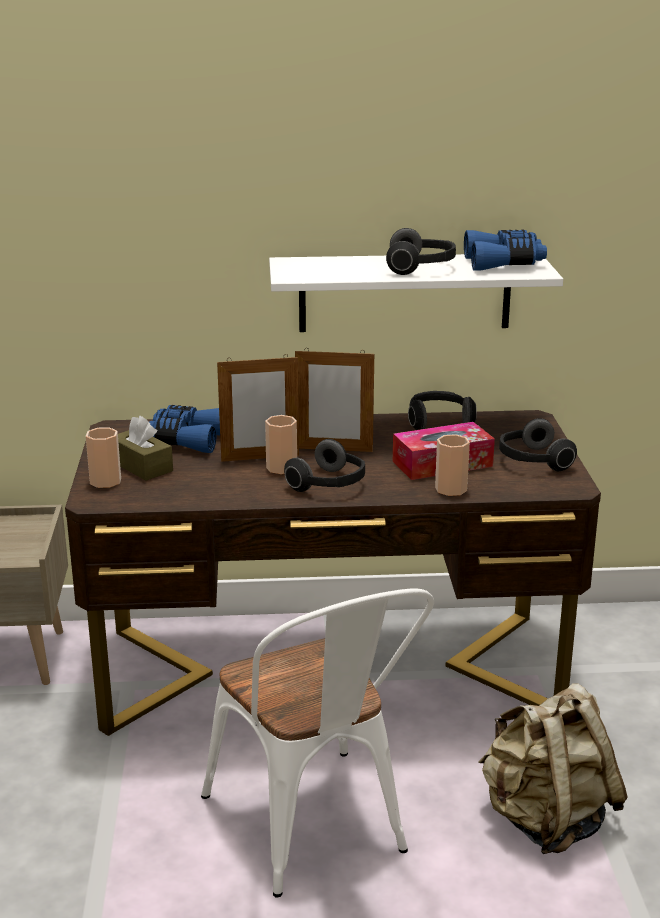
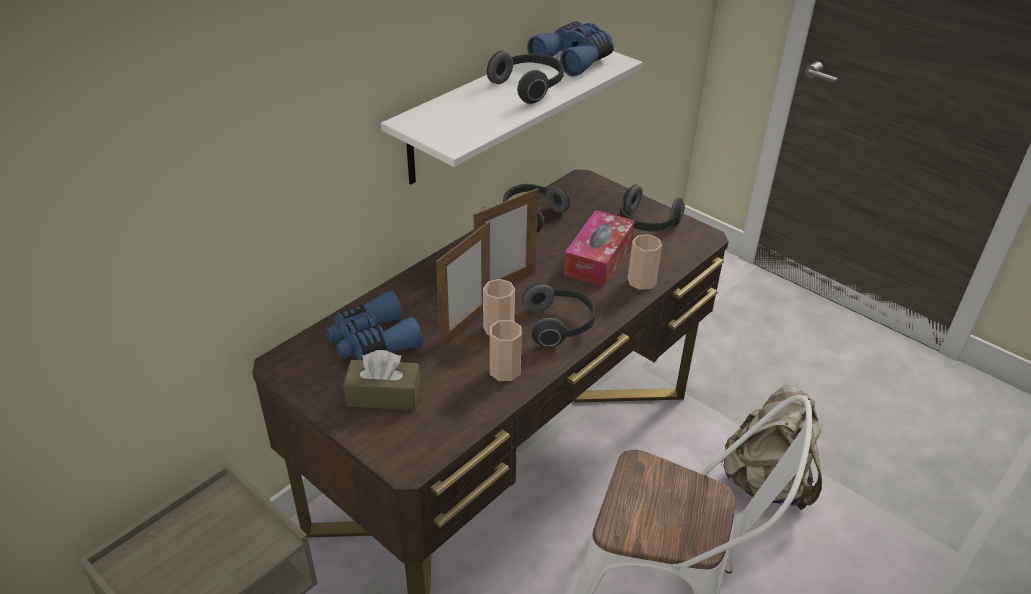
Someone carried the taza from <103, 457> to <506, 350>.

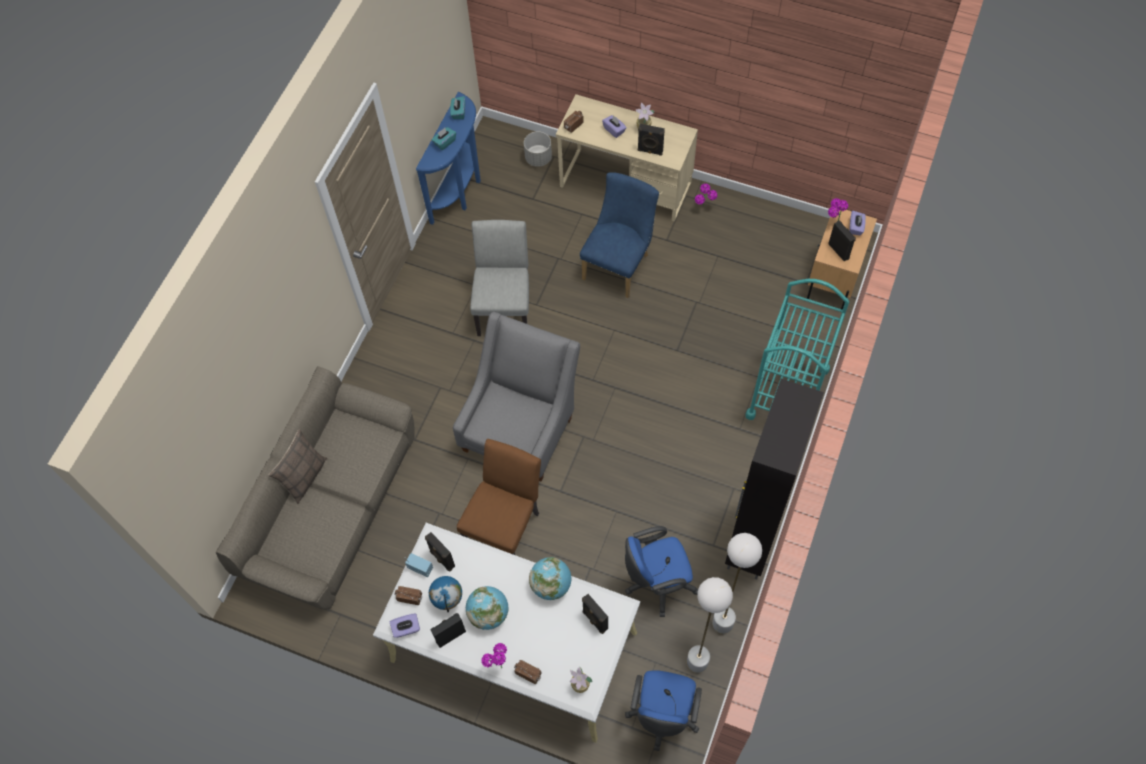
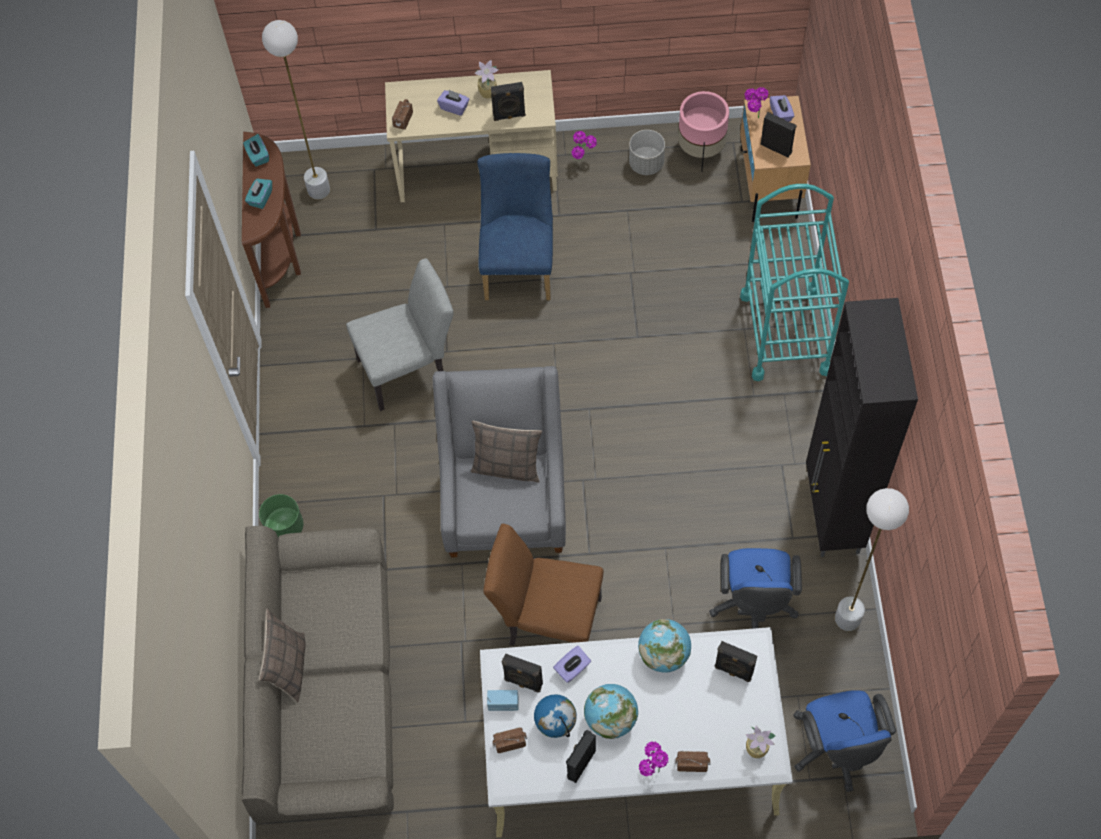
Someone repainted the mesa consola (azul) at <448, 158>, which became the mesa consola (marrón) at <271, 220>.
Someone put down the maceta (verde) at <281, 516>.
Someone carried the lámpara de pie (blanco) from <710, 625> to <296, 110>.
Someone rotated the silla (gris) at <499, 278> by 90 degrees clockwise.
Someone put down the cojín at <506, 451>.
Someone rotated the silla (marrón) at <499, 497> by 75 degrees counterclockwise.
Someone carried the caja de pañuelos (morado) from <405, 625> to <572, 664>.
Someone carried the maceta (gris) from <538, 149> to <647, 152>.
Someone put down the maceta (rosa) at <703, 131>.
Someone rotated the silla de oficina (azul) at <661, 571> by 45 degrees counterclockwise.

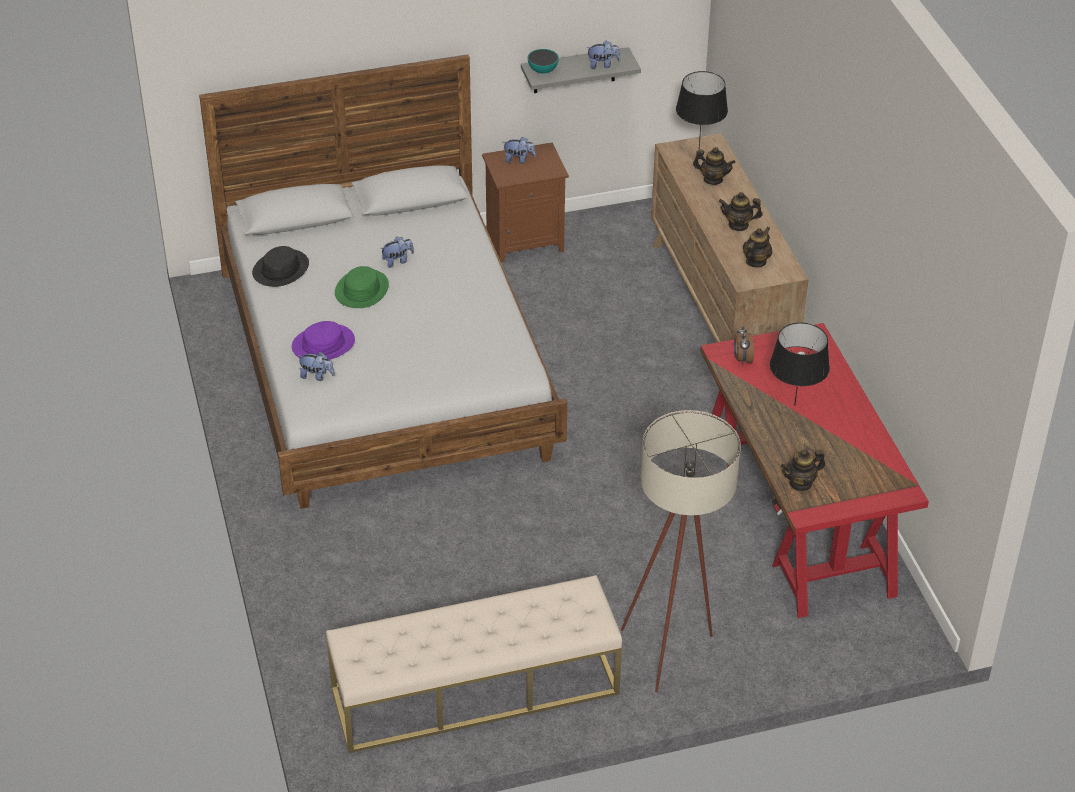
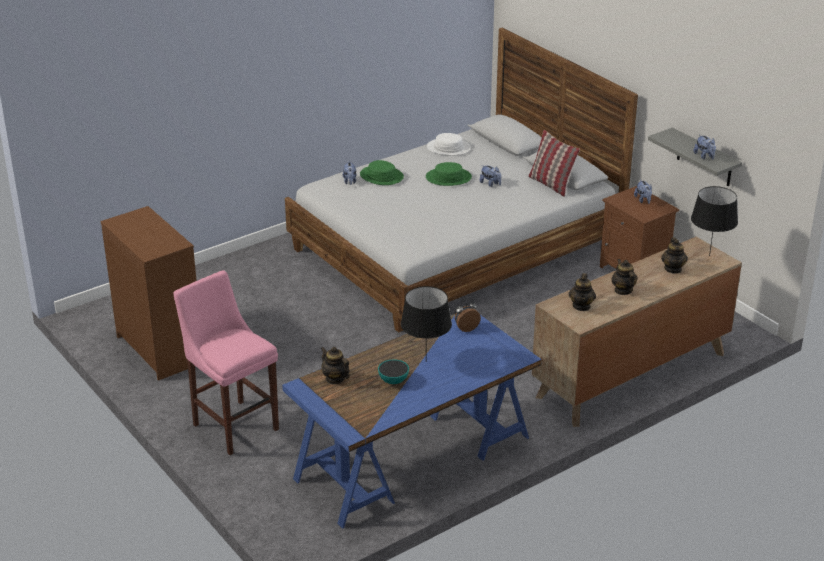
Someone swapped the banco (beis) at <474, 664> for the cómoda (marrón) at <148, 293>.
Someone swapped the lámpara de pie (beis) at <681, 551> for the taburete (rosa) at <226, 362>.
Someone repainted the escritorio (rojo) at <814, 470>, which became the escritorio (azul) at <412, 421>.
Someone repainted the sombrero (morado) at <323, 340>, which became the sombrero (verde) at <382, 172>.
Someone carried the cuenco from <543, 61> to <393, 371>.
Someone repainted the sombrero (negro) at <280, 266>, which became the sombrero (blanco) at <449, 144>.
Someone put down the cojín at <554, 163>.
Someone rotated the tetera at <757, 247> by 90 degrees clockwise.

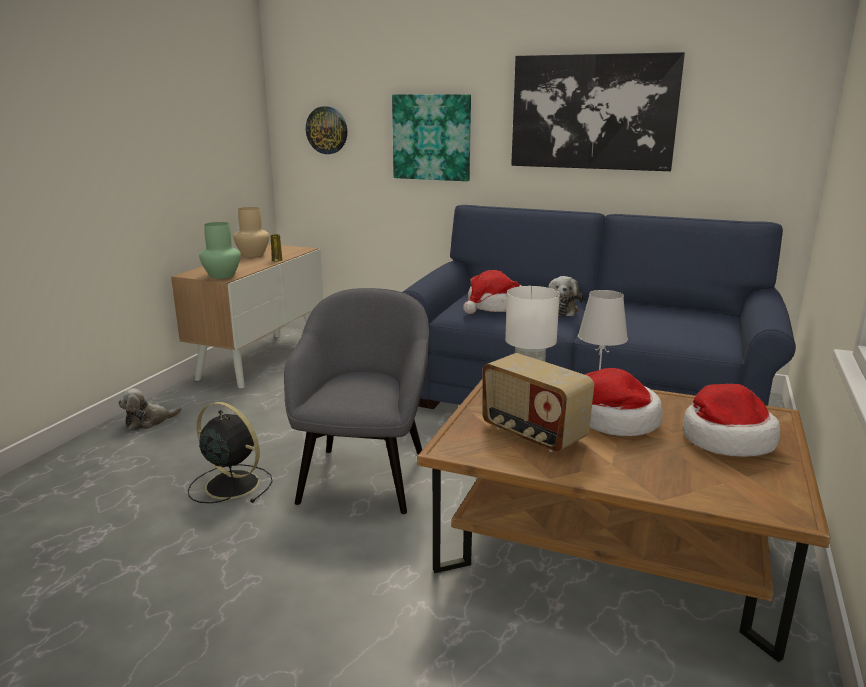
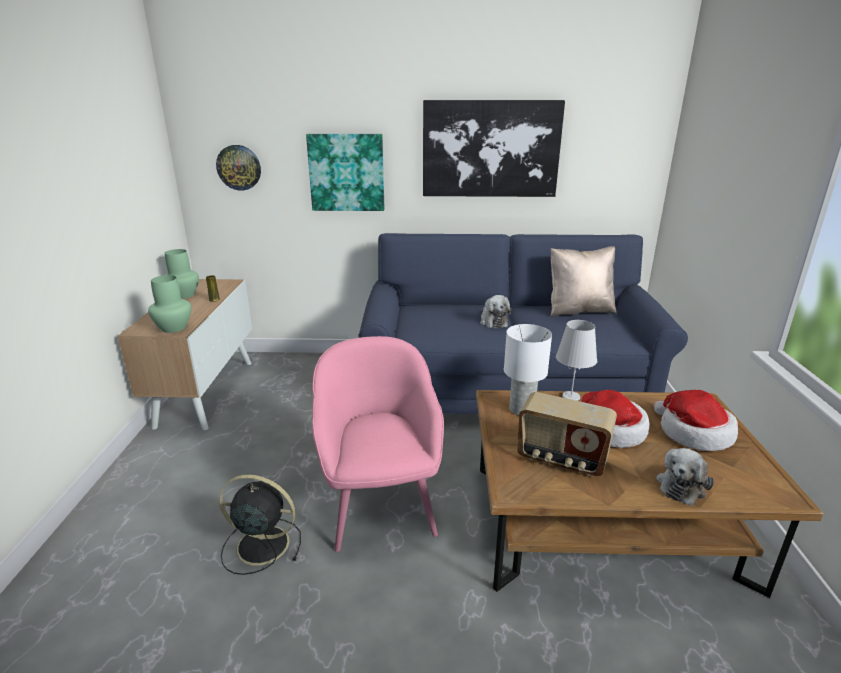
Someone repainted the florero (beis) at <251, 232>, which became the florero (verde) at <182, 274>.
Someone repainted the sillón (gris) at <356, 401>, which became the sillón (rosa) at <378, 444>.
Someone put down the cojín (beis) at <583, 281>.
Someone carried the peluche from <150, 409> to <685, 477>.
Someone took away the sombrero at <492, 292>.

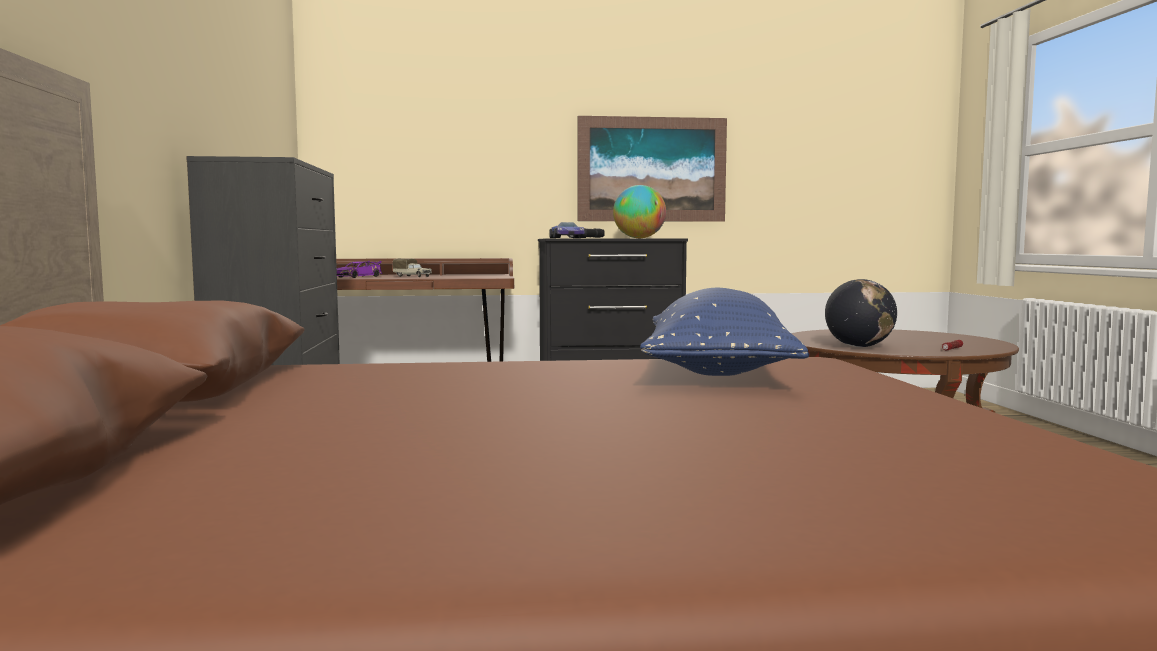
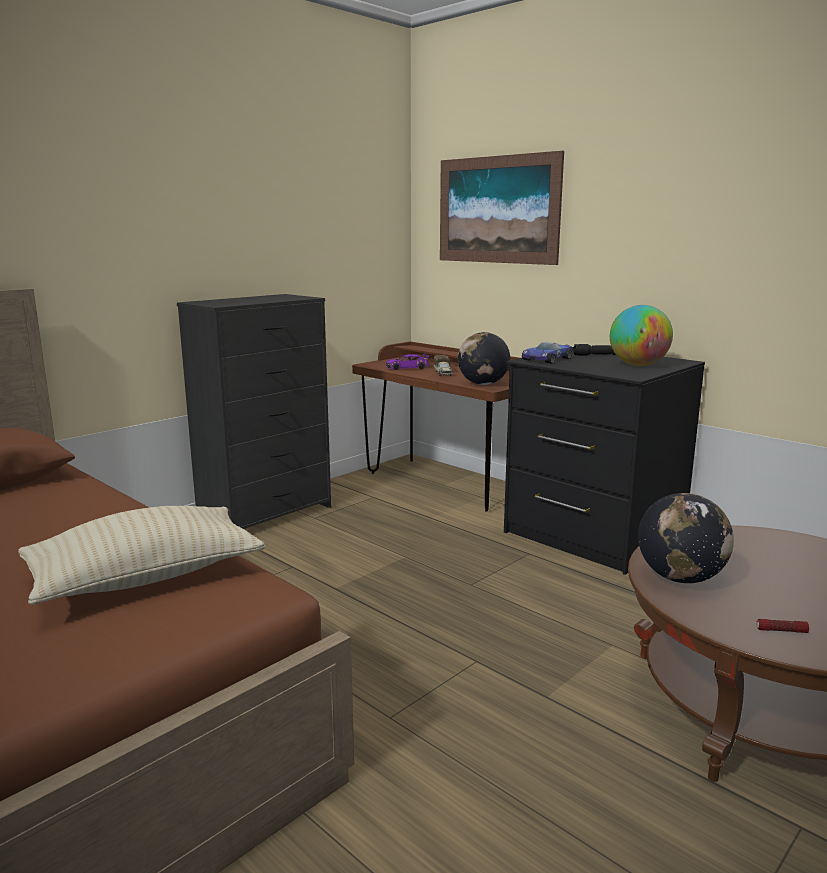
Someone repainted the cojín (azul) at <724, 332>, which became the cojín (beis) at <141, 555>.
Someone carried the cuadro from <652, 169> to <502, 208>.
Someone put down the globo terráqueo at <484, 358>.

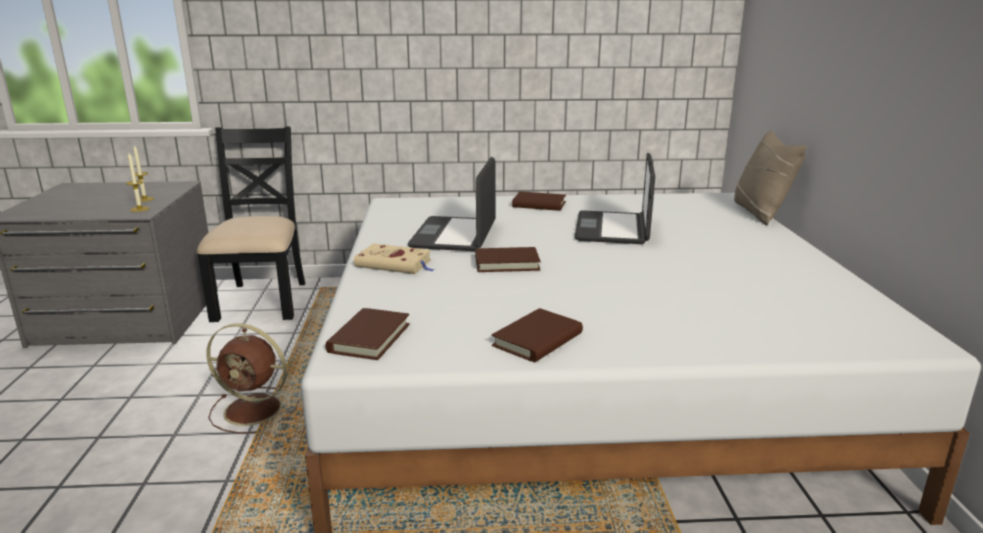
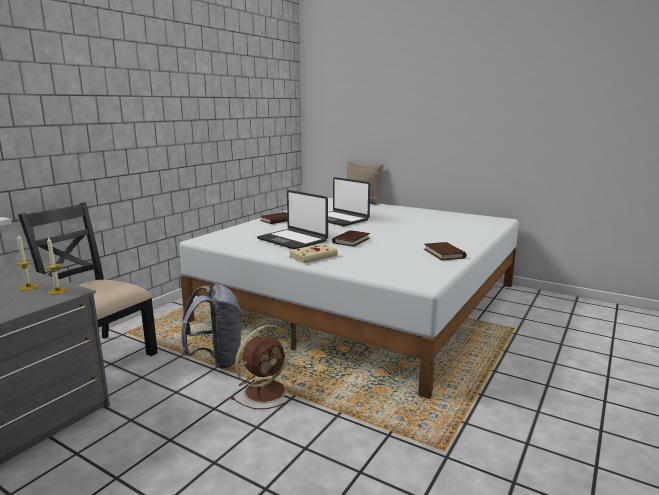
Someone put down the mochila (gris) at <211, 326>.
Someone took away the libro (marrón) at <367, 334>.

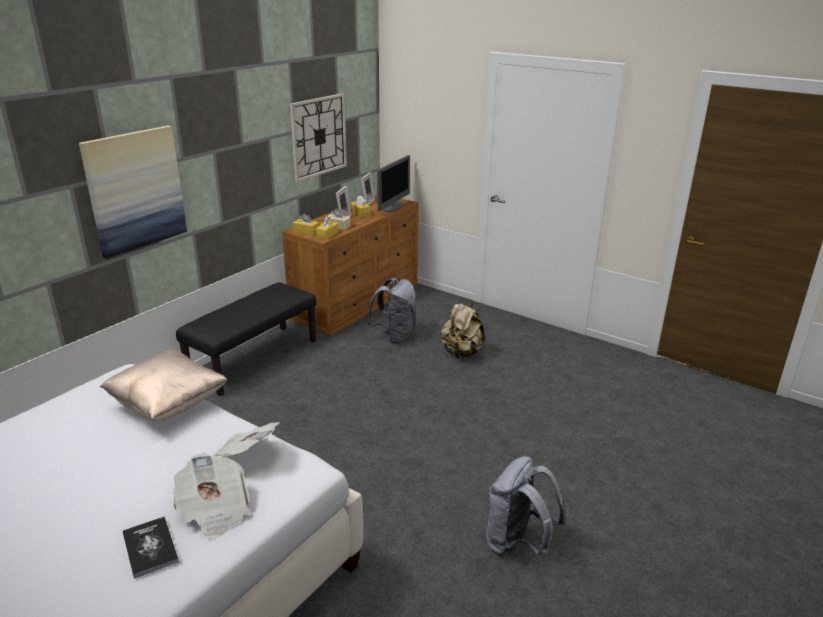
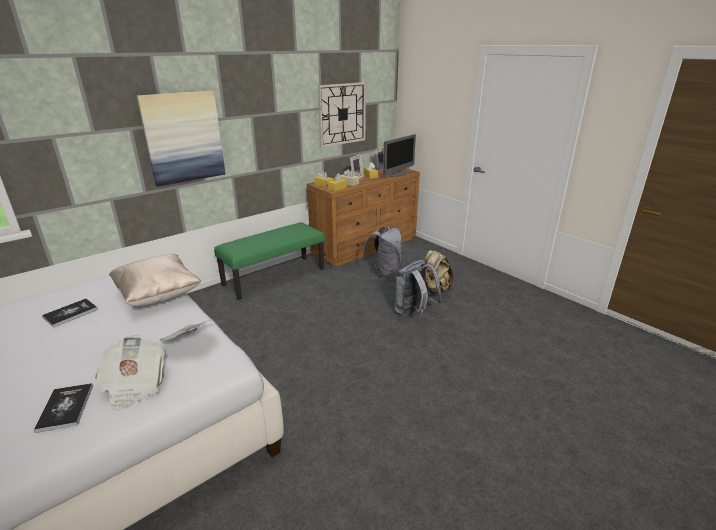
Someone put down the libro at <70, 313>.
Someone repainted the banco (negro) at <246, 339>, which became the banco (verde) at <269, 261>.
Someone carried the mochila (gris) from <525, 507> to <418, 288>.

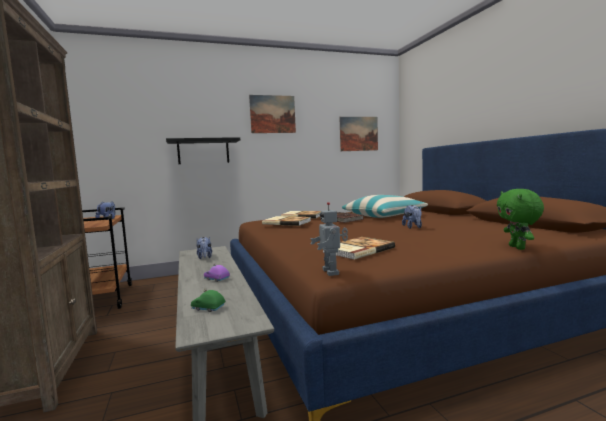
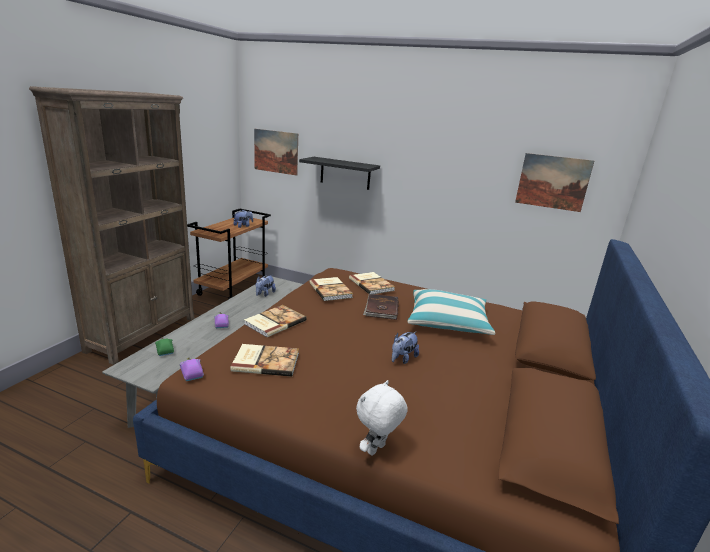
Someone swapped the robot de juguete at <329, 239> for the coche de juguete (morado) at <191, 369>.
Someone put down the libro at <275, 321>.
Someone carried the cuadro from <272, 114> to <276, 152>.
Someone repainted the peluche (verde) at <520, 219>, which became the peluche (blanco) at <382, 418>.

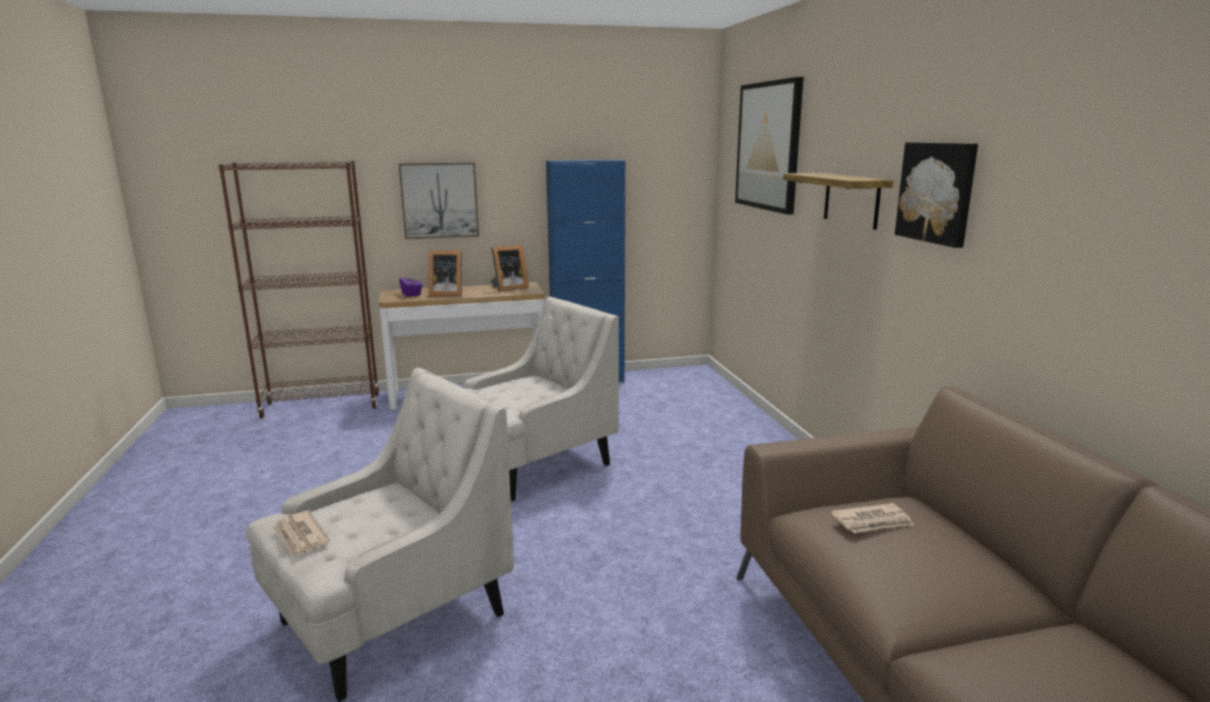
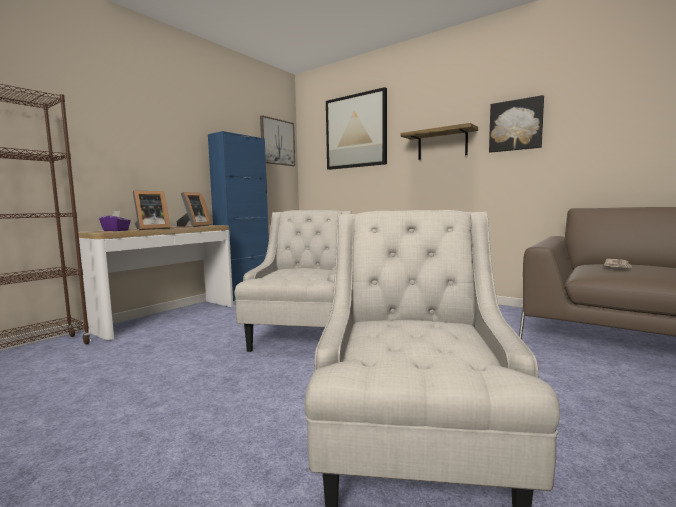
Someone carried the cuadro from <439, 200> to <277, 140>.
Someone took away the periódico at <300, 534>.

